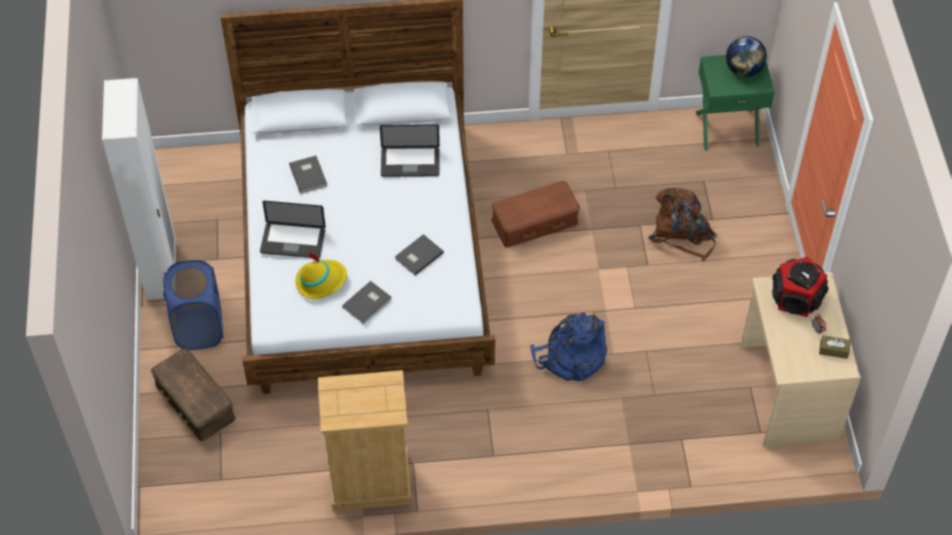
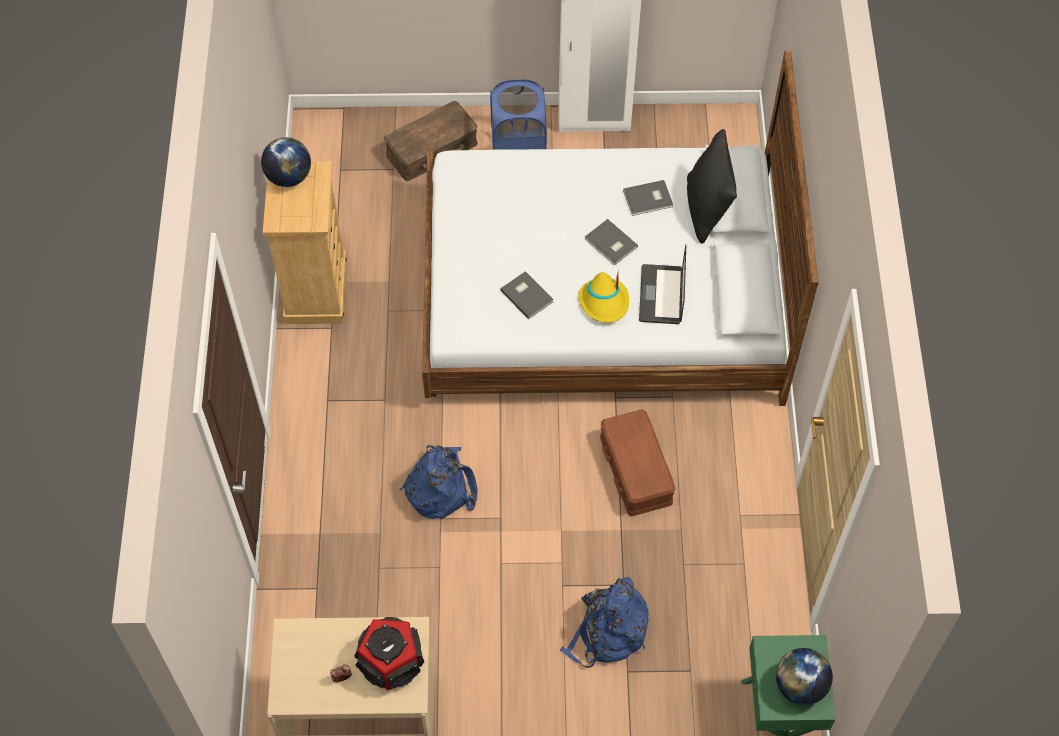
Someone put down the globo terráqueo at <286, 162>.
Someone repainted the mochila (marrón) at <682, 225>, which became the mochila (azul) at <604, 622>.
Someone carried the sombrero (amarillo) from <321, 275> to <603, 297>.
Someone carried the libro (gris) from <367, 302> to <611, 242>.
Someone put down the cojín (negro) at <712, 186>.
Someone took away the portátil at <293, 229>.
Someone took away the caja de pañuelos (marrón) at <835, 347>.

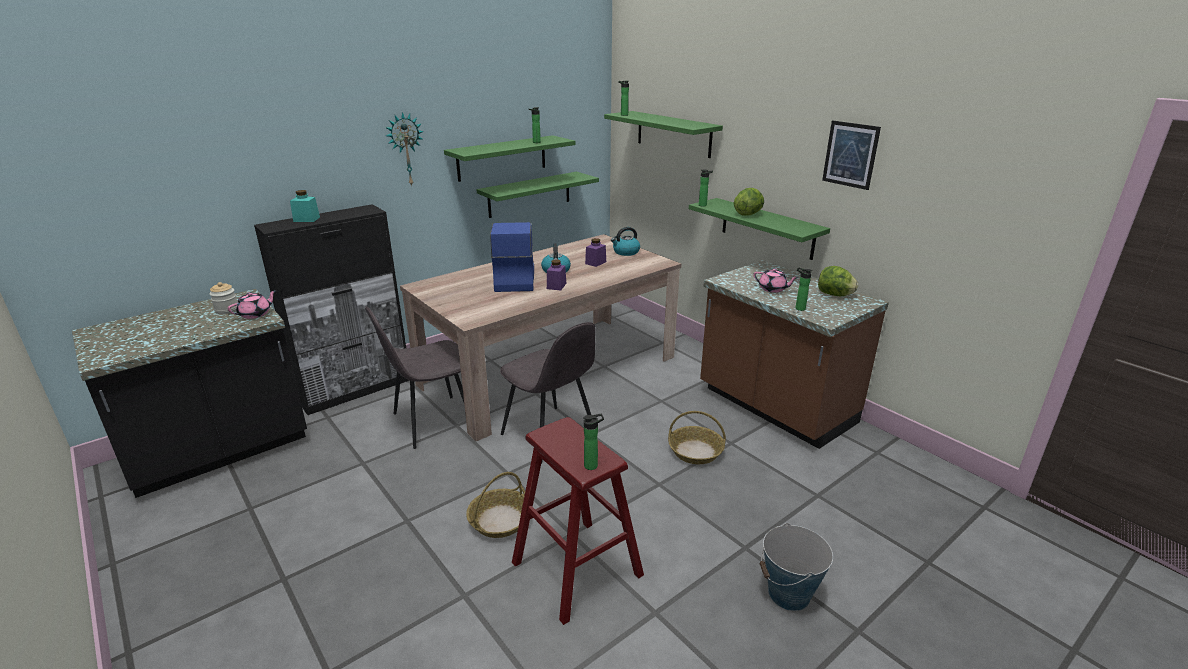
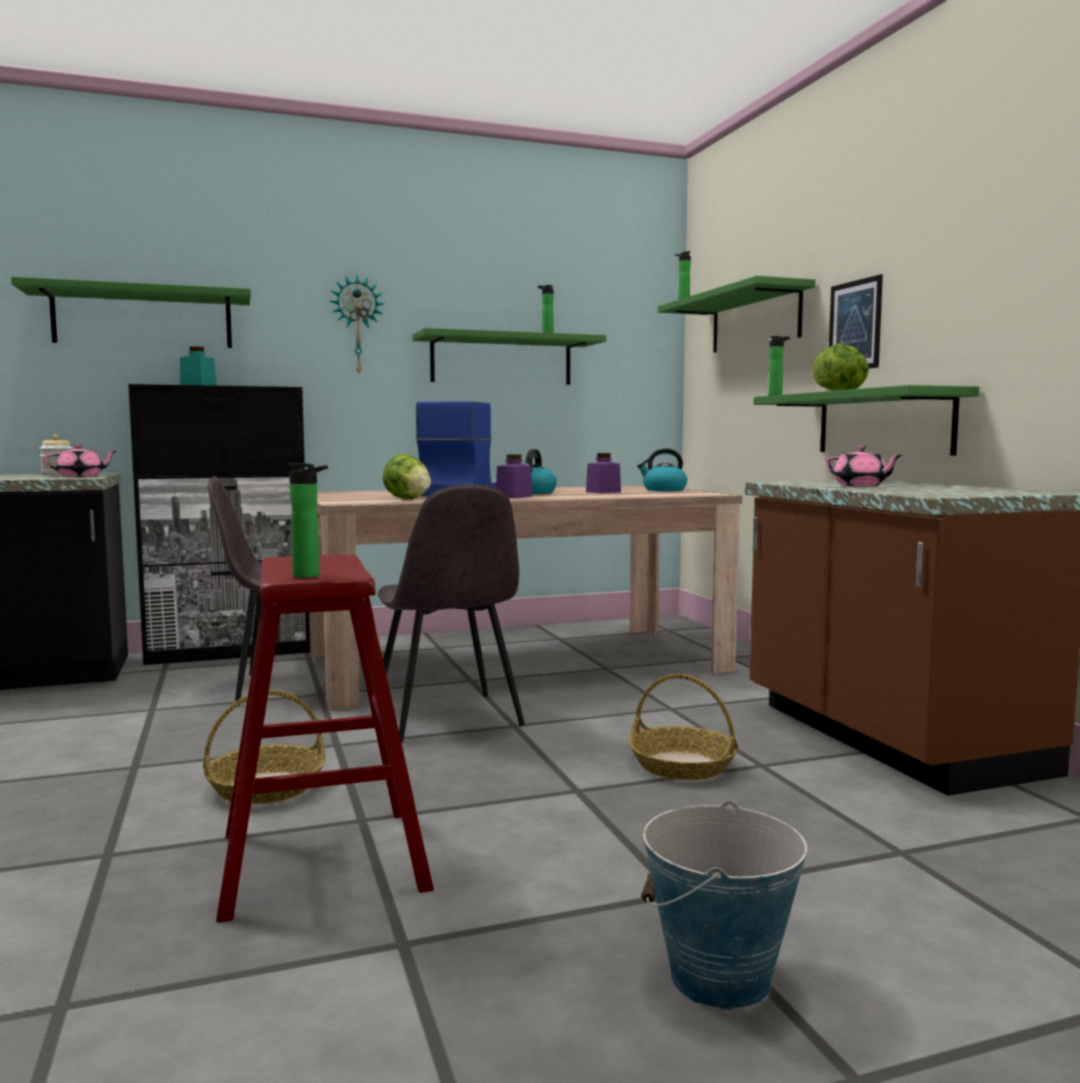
Someone carried the estante (verde) from <537, 195> to <131, 312>.
Someone carried the lechuga from <838, 281> to <406, 476>.
Someone carried the cuadro from <851, 155> to <856, 321>.
Someone took away the botella at <804, 289>.

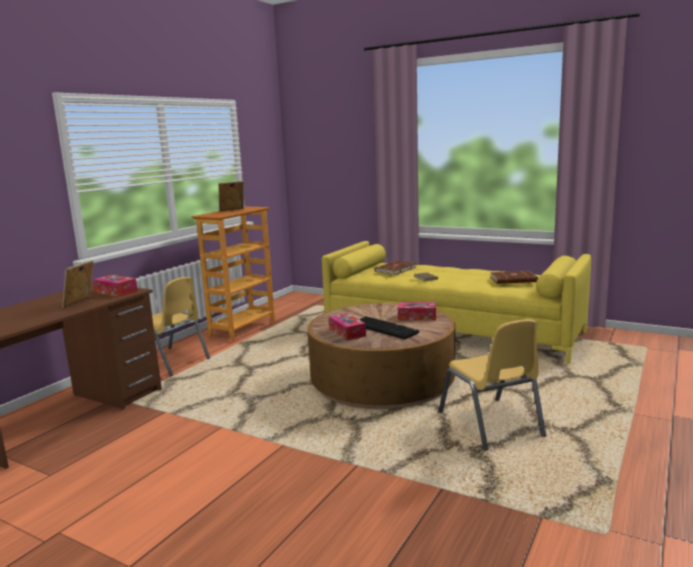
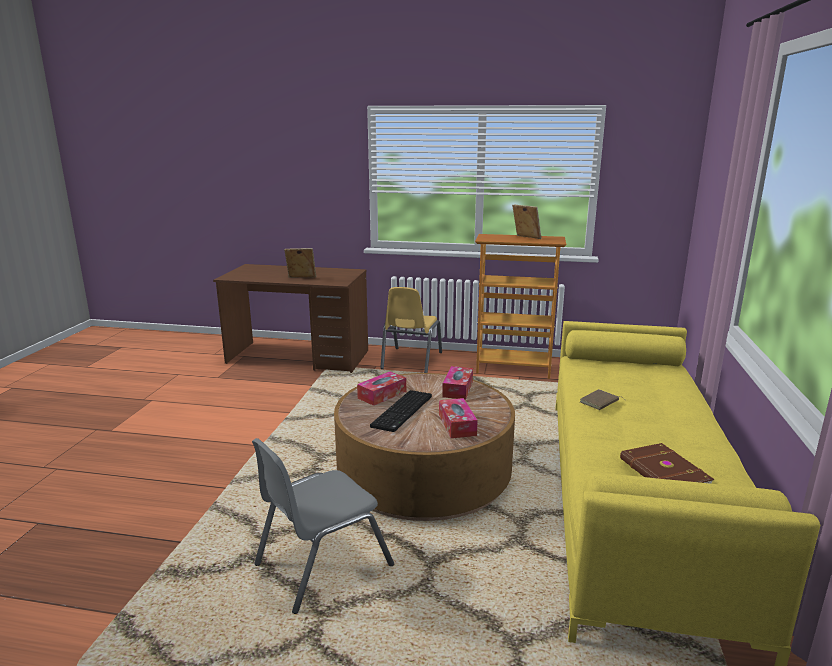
Someone repainted the silla (amarillo) at <492, 385>, which became the silla (gris) at <323, 526>.
Someone carried the caja de pañuelos from <115, 286> to <457, 383>.
Someone took away the libro (marrón) at <395, 268>.

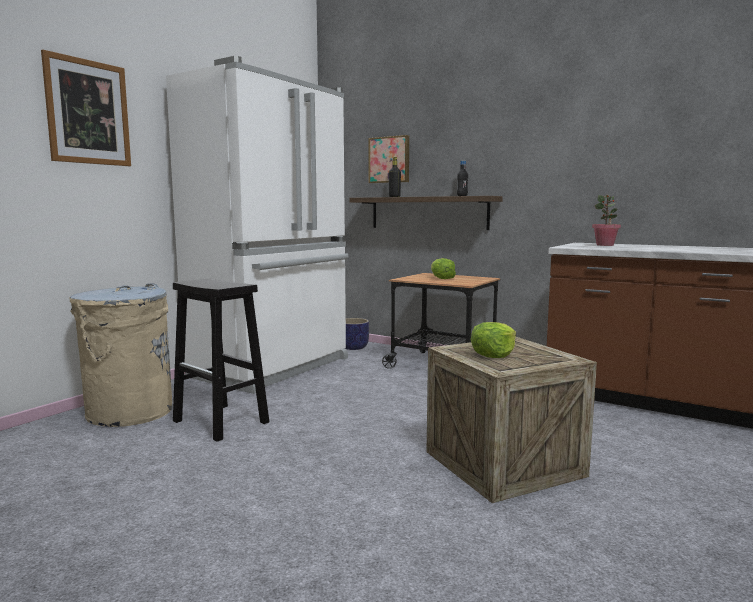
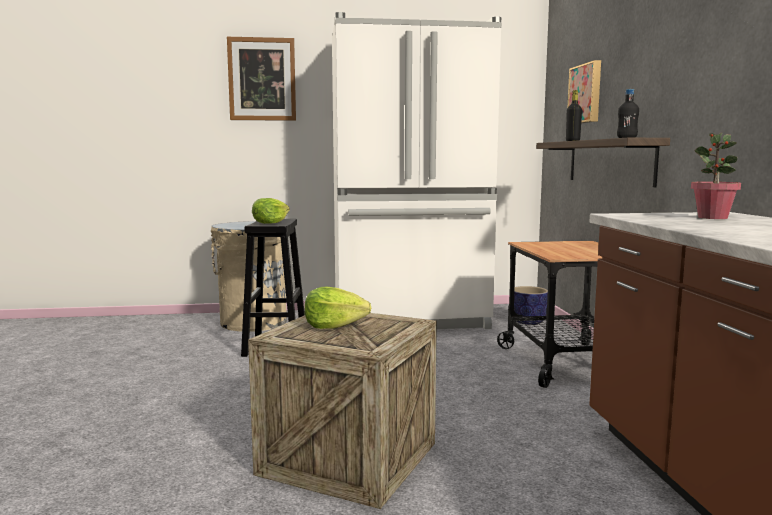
Someone carried the lechuga from <443, 268> to <271, 211>.

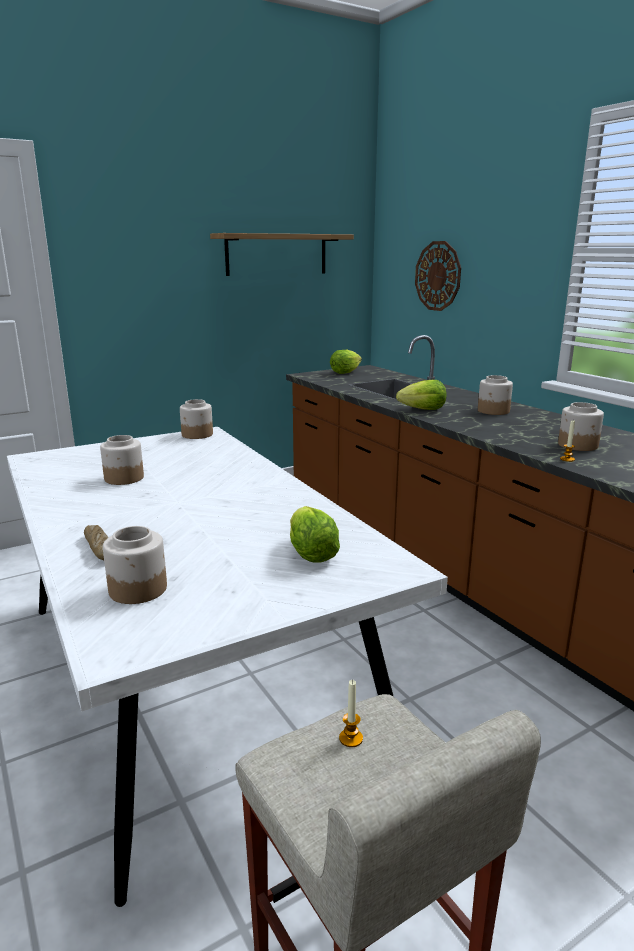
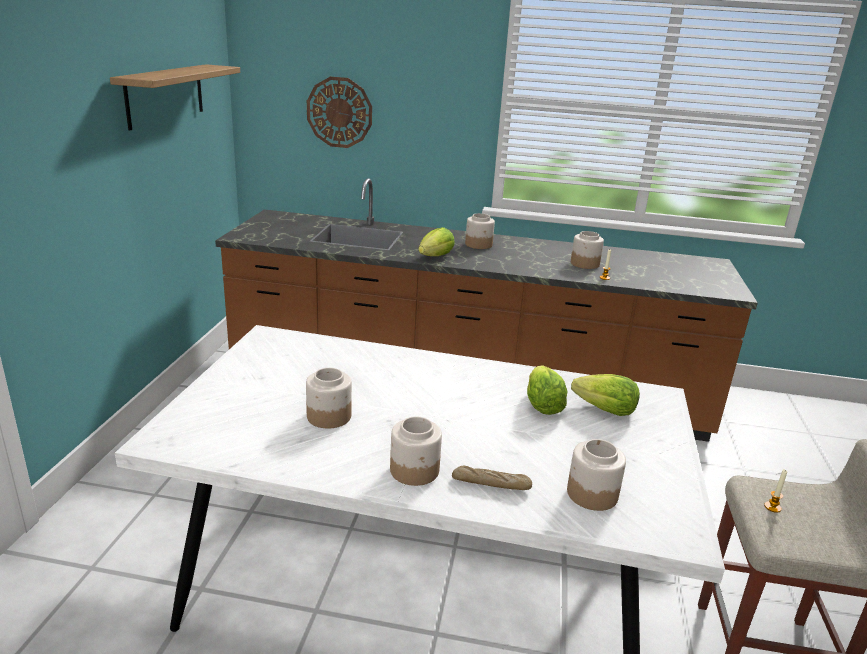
Someone carried the tarro from <196, 419> to <416, 451>.
Someone carried the lechuga from <346, 362> to <547, 390>.

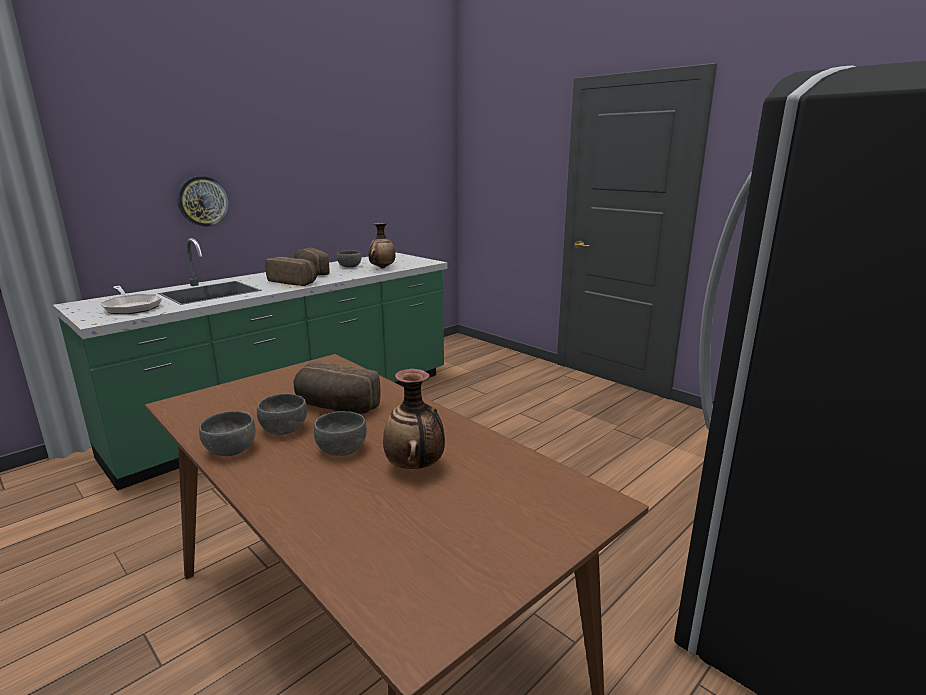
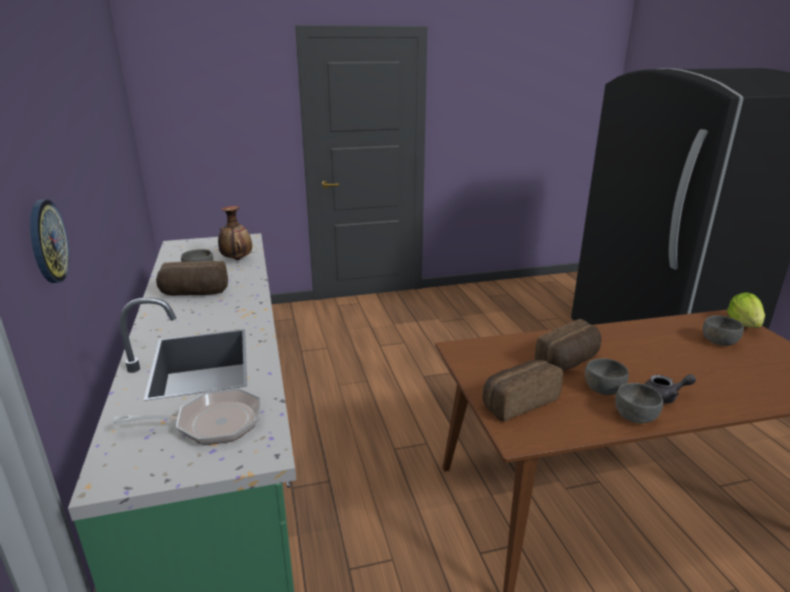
Someone carried the pan from <291, 271> to <523, 391>.
Someone put down the tetera (gris) at <670, 389>.
Someone carried the cuenco (gris) from <340, 433> to <723, 330>.
Someone put down the lechuga at <746, 310>.
Someone took away the florero at <414, 419>.

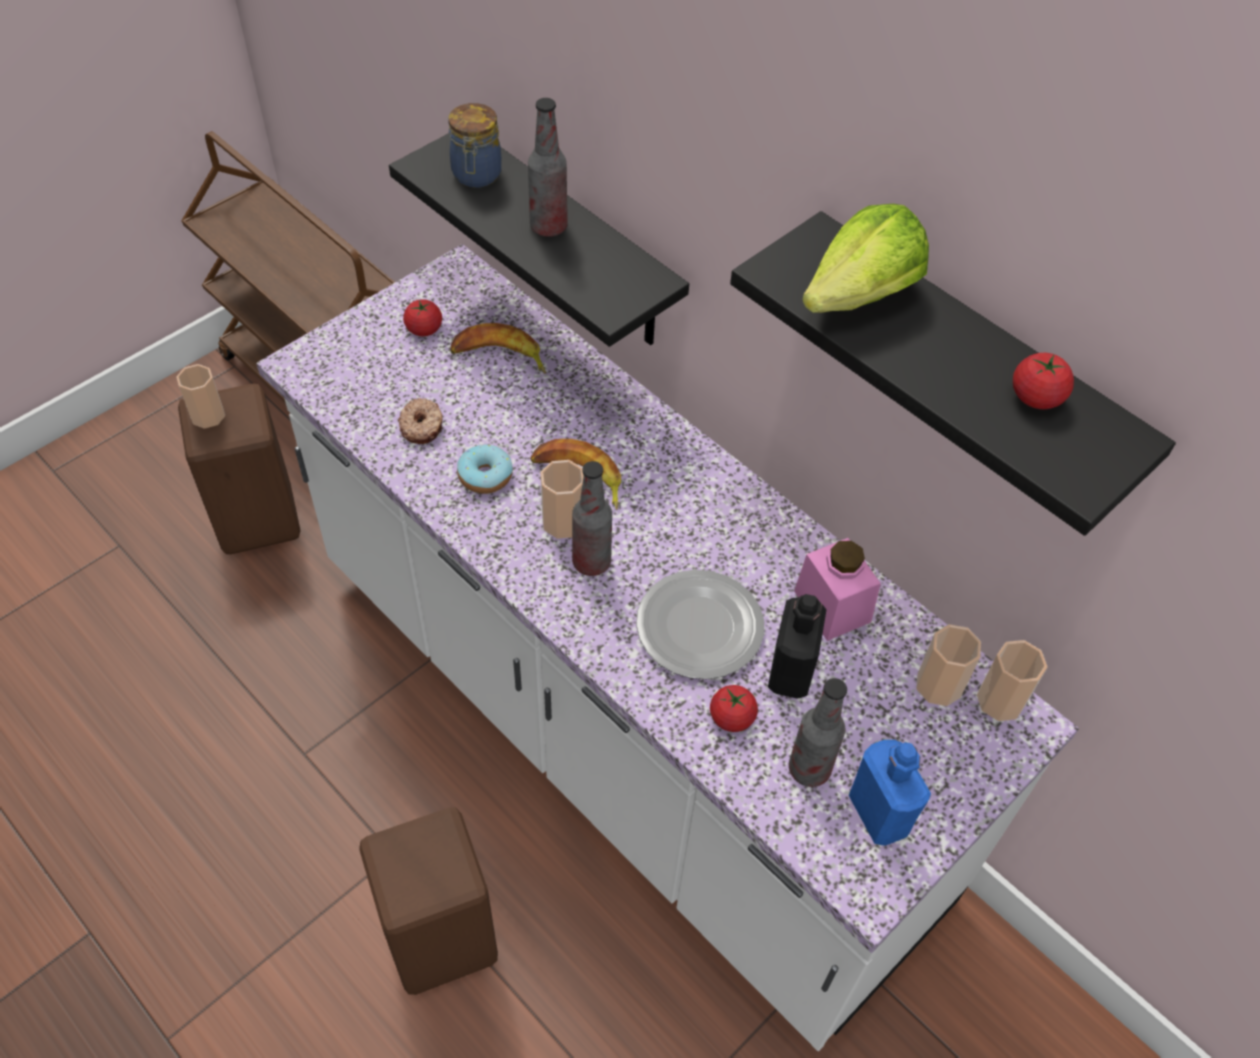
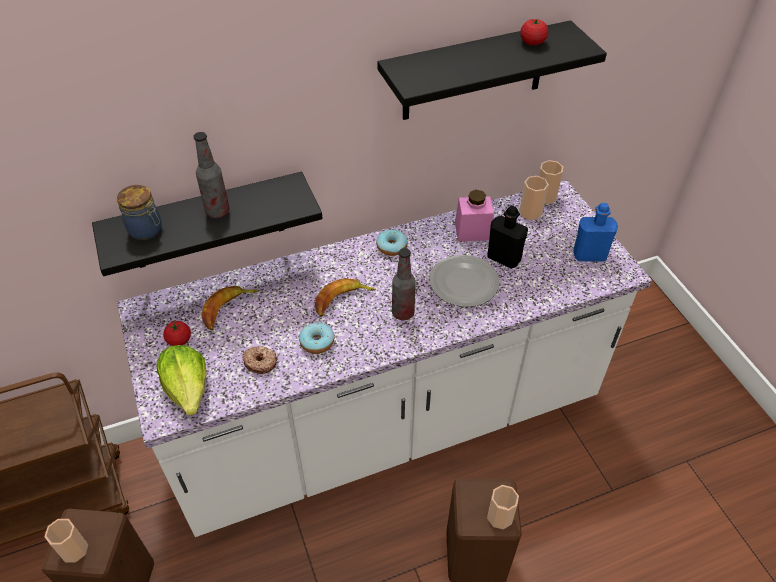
Someone carried the lechuga from <865, 258> to <181, 380>.
Someone put down the rosquilla at <392, 242>.
Someone carried the taza from <562, 499> to <503, 507>.
Someone took away the tomate at <734, 708>.
Someone took away the botella at <818, 732>.

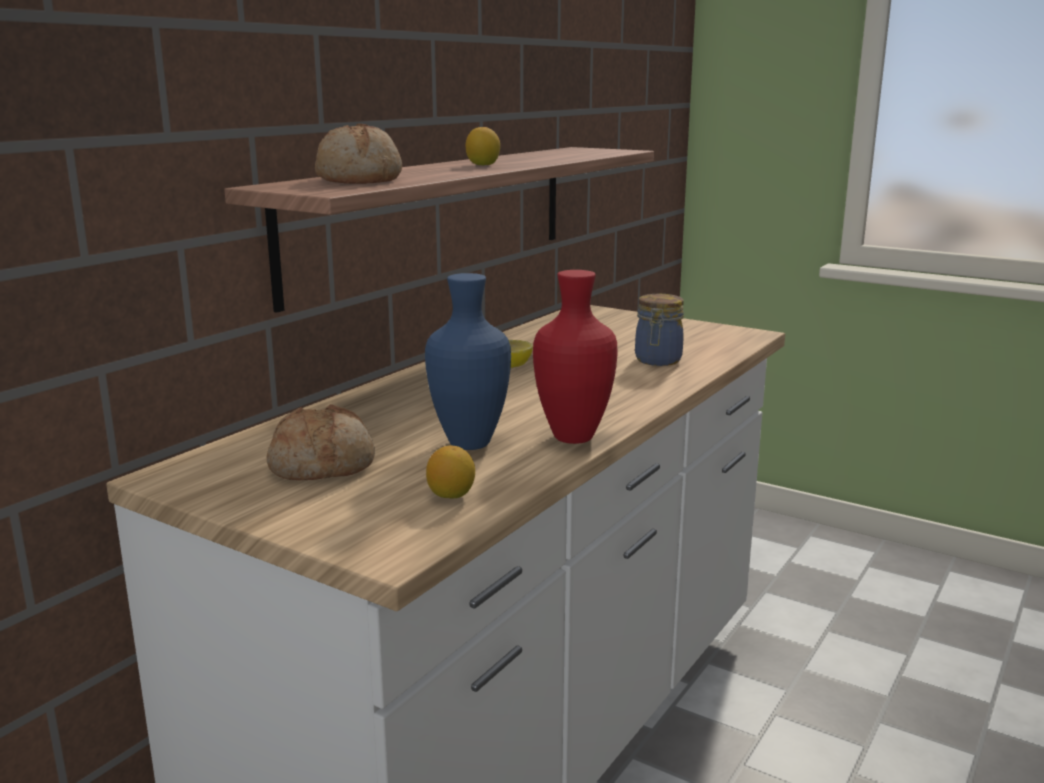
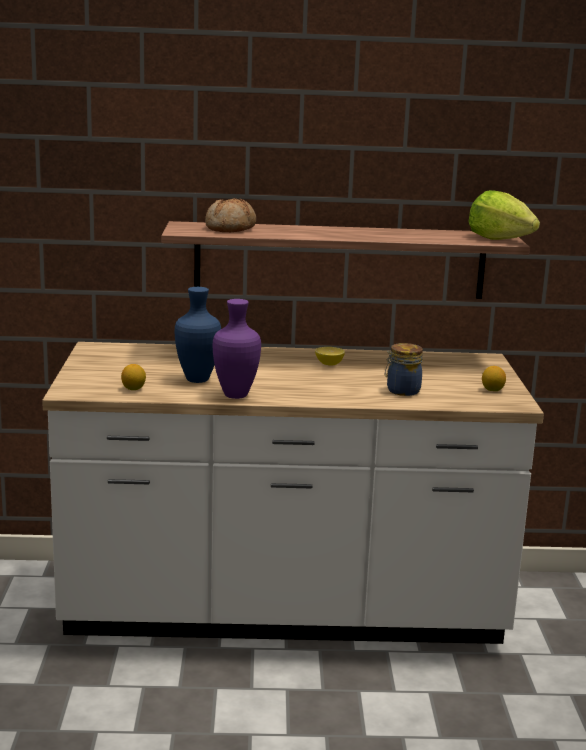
Someone repainted the florero (rojo) at <575, 357>, which became the florero (morado) at <236, 349>.
Someone put down the lechuga at <504, 215>.
Someone carried the limón from <483, 146> to <494, 378>.
Someone took away the pan at <321, 442>.

